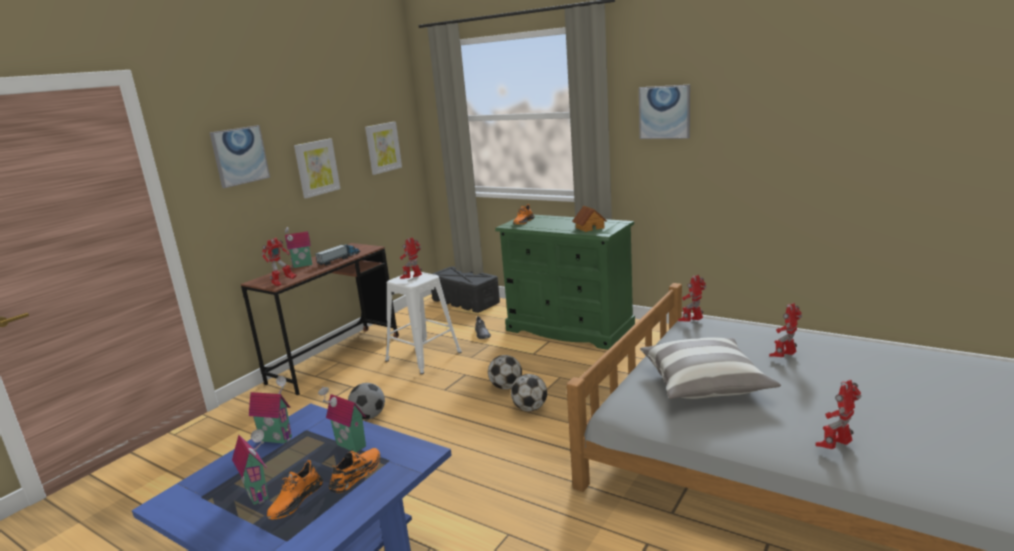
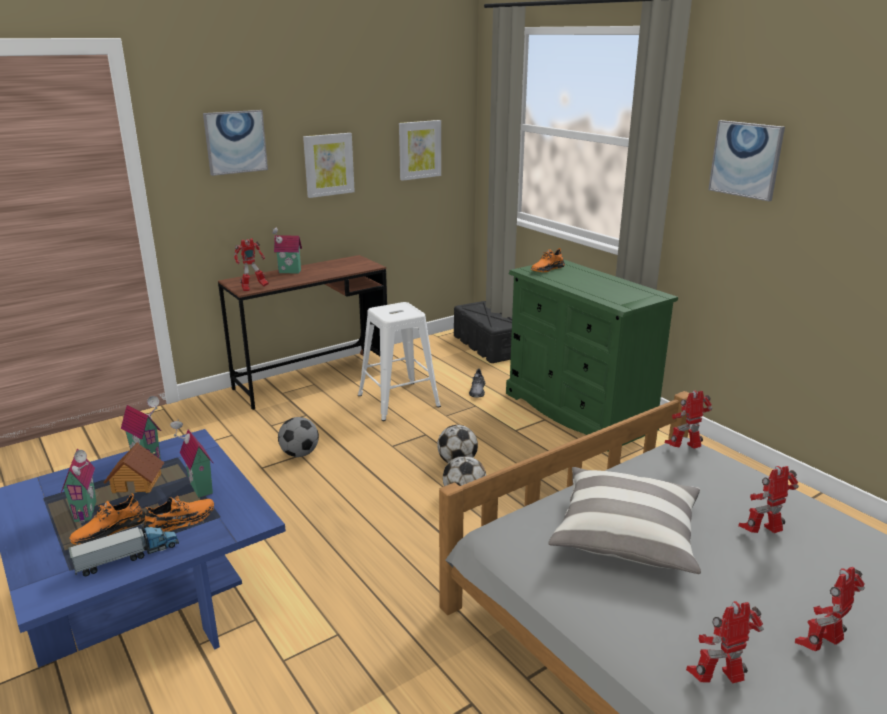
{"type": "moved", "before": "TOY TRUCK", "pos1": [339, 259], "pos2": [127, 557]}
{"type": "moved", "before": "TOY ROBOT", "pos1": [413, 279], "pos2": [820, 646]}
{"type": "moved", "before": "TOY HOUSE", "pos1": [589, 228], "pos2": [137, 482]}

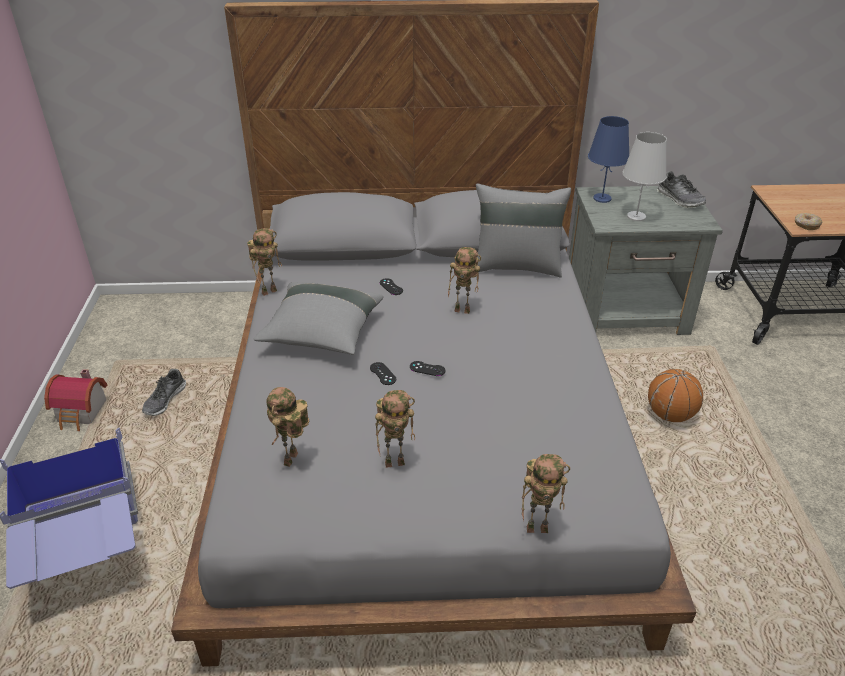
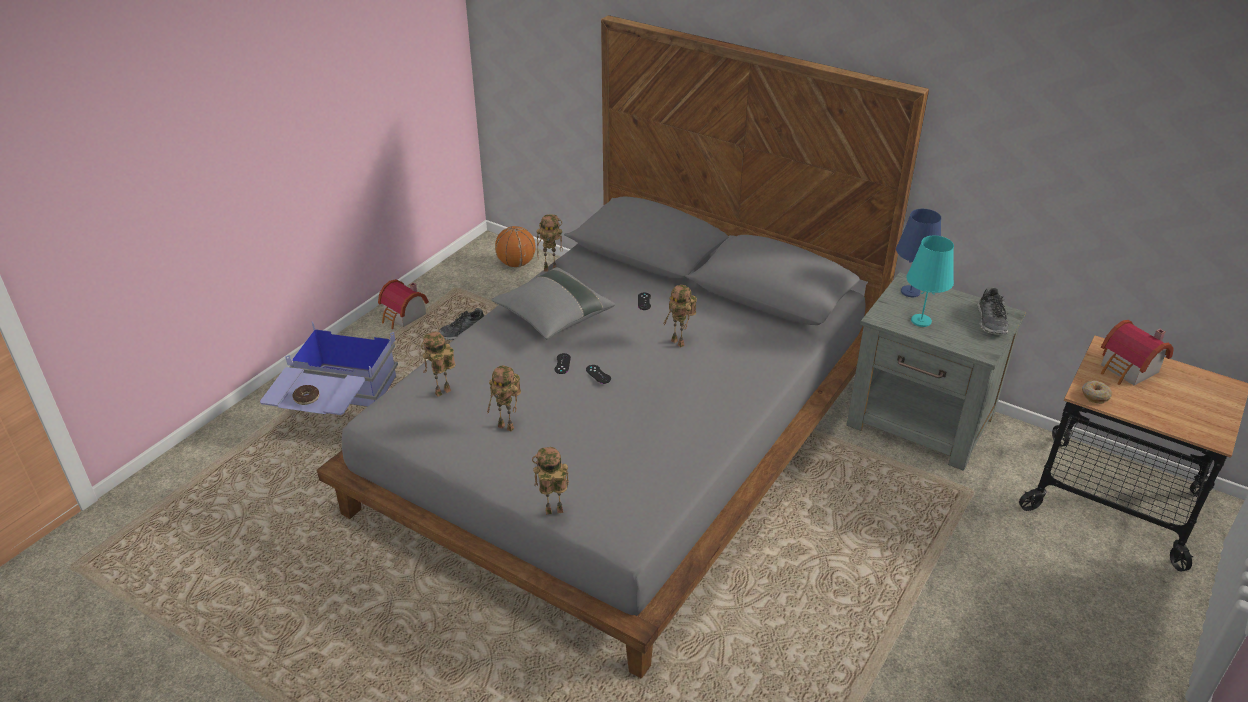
{"type": "removed", "before": "GREY PILLOW", "pos1": [516, 266]}
{"type": "turned", "before": "TOY ROBOT", "pos1": [538, 527], "pos2": [553, 513], "turn": 135}
{"type": "recoloured", "before": "WHITE TABLE LAMP", "after": "TURQUOISE TABLE LAMP", "pos1": [636, 216], "pos2": [921, 320]}
{"type": "moved", "before": "BASKETBALL", "pos1": [670, 415], "pos2": [516, 264]}
{"type": "added", "after": "DONUT", "pos2": [306, 398]}
{"type": "added", "after": "TOY HOUSE", "pos2": [1128, 370]}

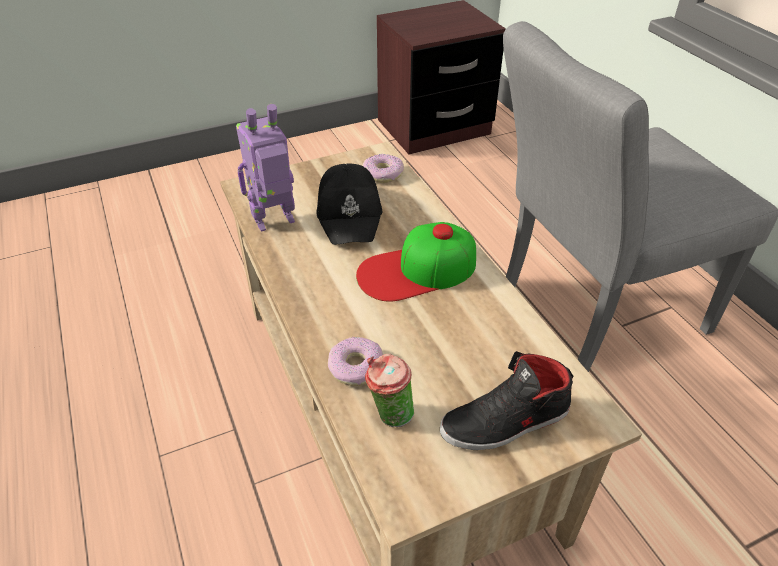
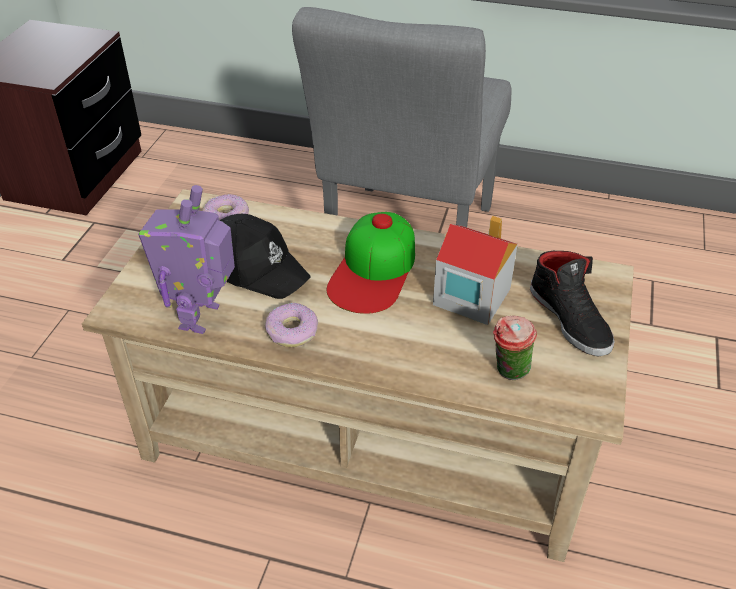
{"type": "moved", "before": "DONUT", "pos1": [355, 367], "pos2": [292, 331]}
{"type": "turned", "before": "BLACK SHOE", "pos1": [505, 422], "pos2": [570, 318], "turn": -45}
{"type": "added", "after": "TOY HOUSE", "pos2": [470, 296]}

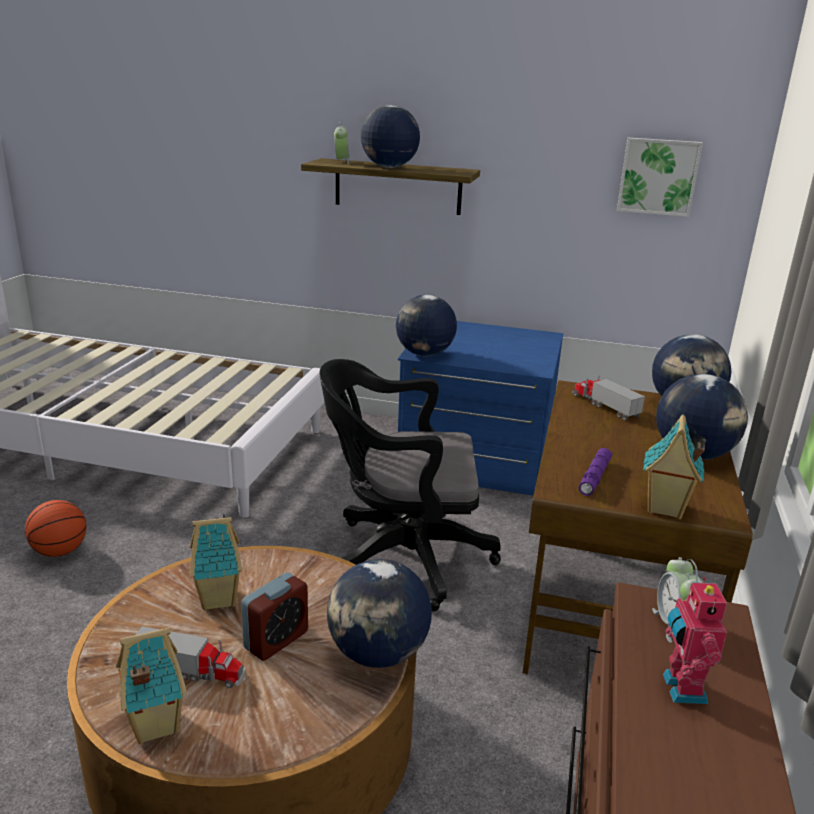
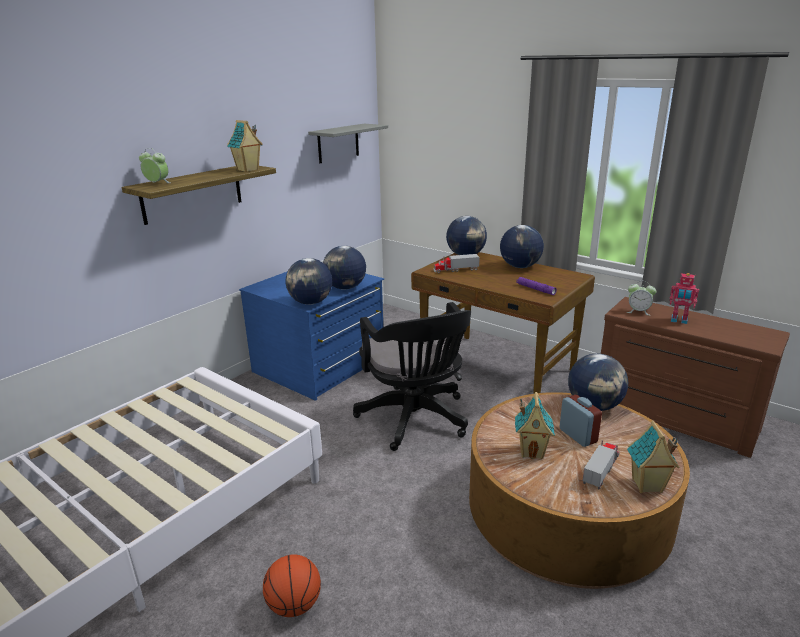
{"type": "turned", "before": "BLACK OFFICE CHAIR", "pos1": [401, 557], "pos2": [415, 420], "turn": -45}
{"type": "moved", "before": "GLOBE", "pos1": [389, 167], "pos2": [345, 288]}
{"type": "replaced", "before": "PICTURE", "after": "GREY SHELF", "pos1": [658, 176], "pos2": [338, 143]}
{"type": "moved", "before": "TOY HOUSE", "pos1": [664, 509], "pos2": [248, 170]}

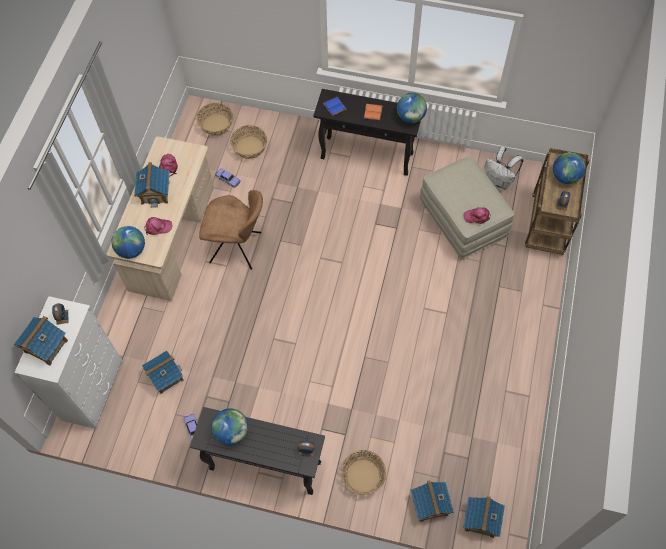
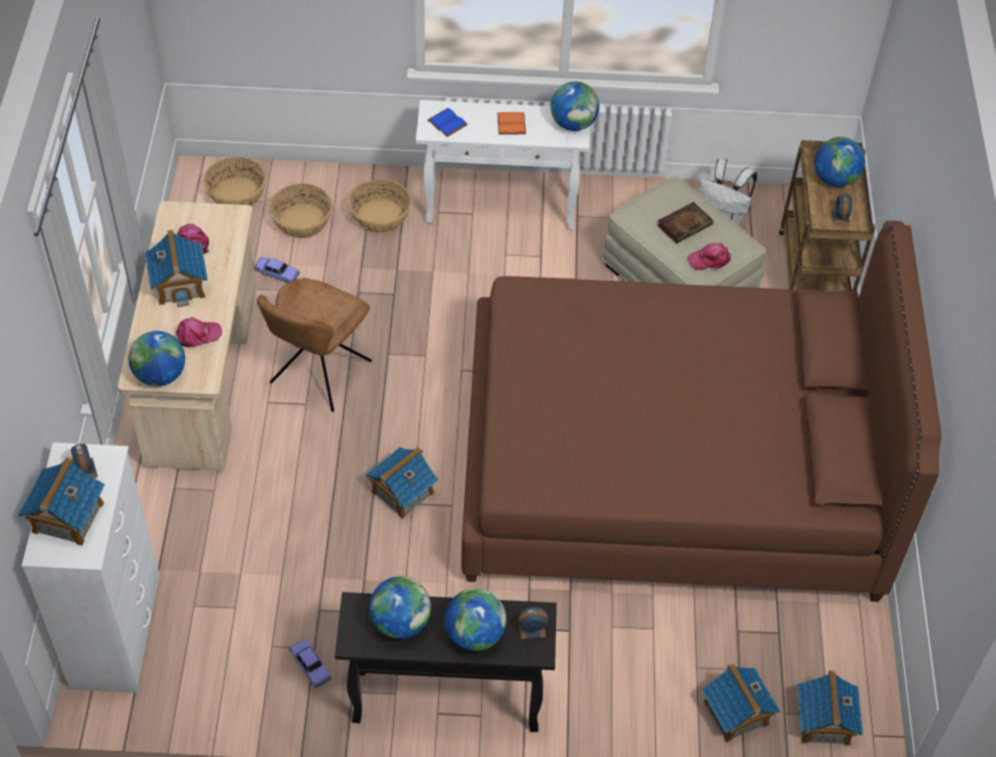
{"type": "moved", "before": "TOY HOUSE", "pos1": [165, 376], "pos2": [402, 492]}
{"type": "turned", "before": "BROWN CHAIR", "pos1": [237, 248], "pos2": [318, 374], "turn": 120}
{"type": "recoloured", "before": "BLACK CONSOLE TABLE", "after": "WHITE CONSOLE TABLE", "pos1": [367, 156], "pos2": [501, 209]}
{"type": "moved", "before": "BASKET", "pos1": [363, 476], "pos2": [381, 216]}
{"type": "added", "after": "GLOBE", "pos2": [475, 634]}
{"type": "added", "after": "BROWN BED", "pos2": [670, 469]}
{"type": "added", "after": "BOOK", "pos2": [685, 224]}

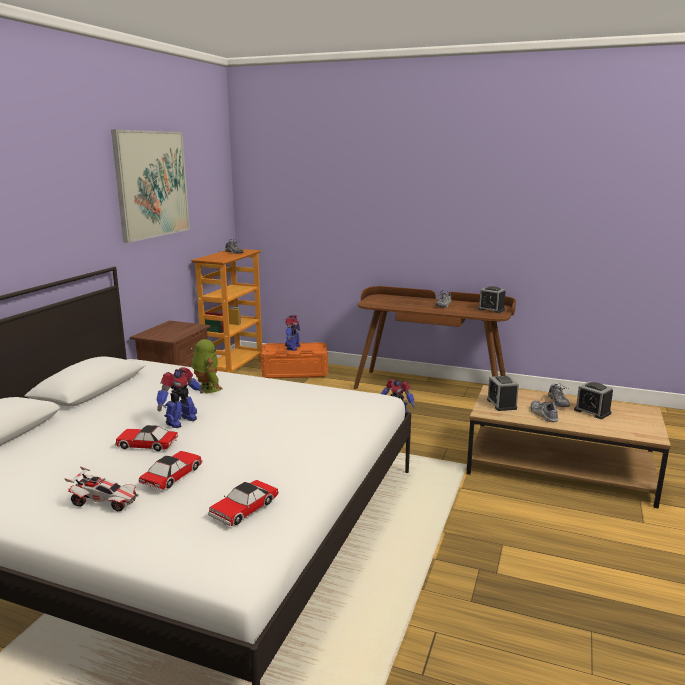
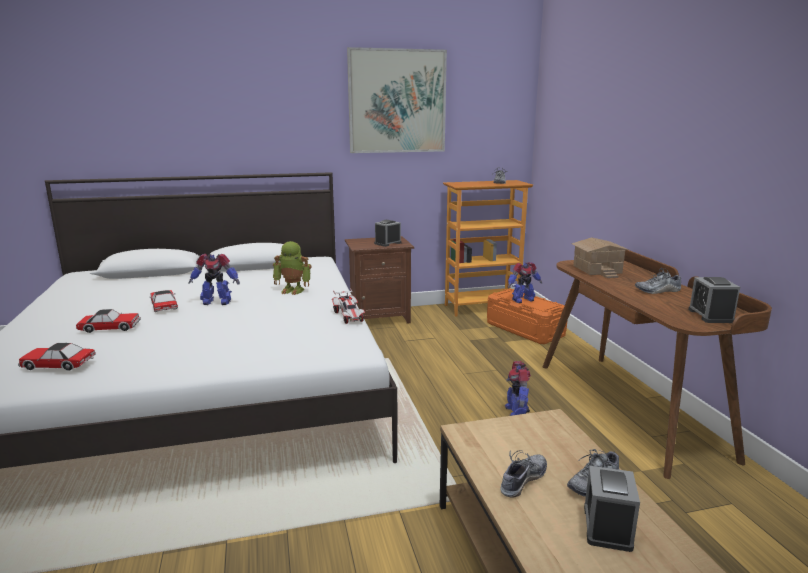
{"type": "moved", "before": "TOY CAR", "pos1": [105, 502], "pos2": [349, 316]}
{"type": "turned", "before": "TOY ROBOT", "pos1": [207, 389], "pos2": [293, 290], "turn": 75}
{"type": "moved", "before": "ALARM CLOCK", "pos1": [501, 404], "pos2": [388, 243]}
{"type": "added", "after": "TOY HOUSE", "pos2": [596, 269]}

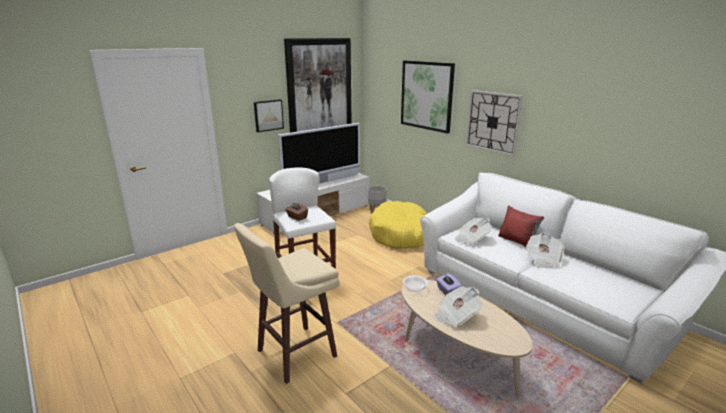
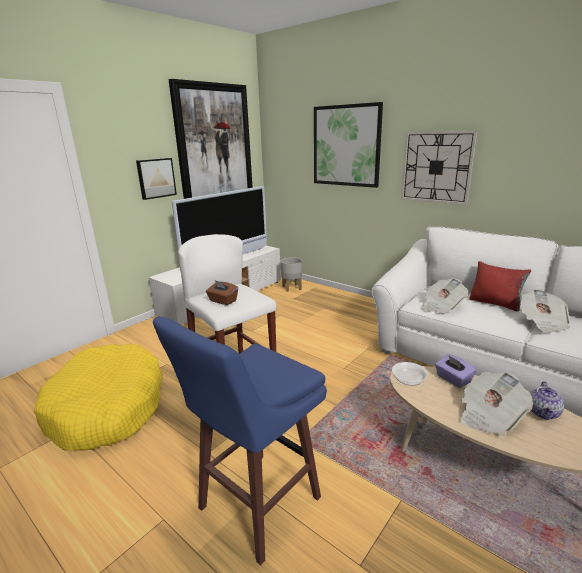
{"type": "recoloured", "before": "BEIGE STOOL", "after": "BLUE STOOL", "pos1": [294, 354], "pos2": [256, 505]}
{"type": "moved", "before": "YELLOW DOG BED", "pos1": [400, 234], "pos2": [108, 408]}
{"type": "added", "after": "TEAPOT", "pos2": [543, 413]}

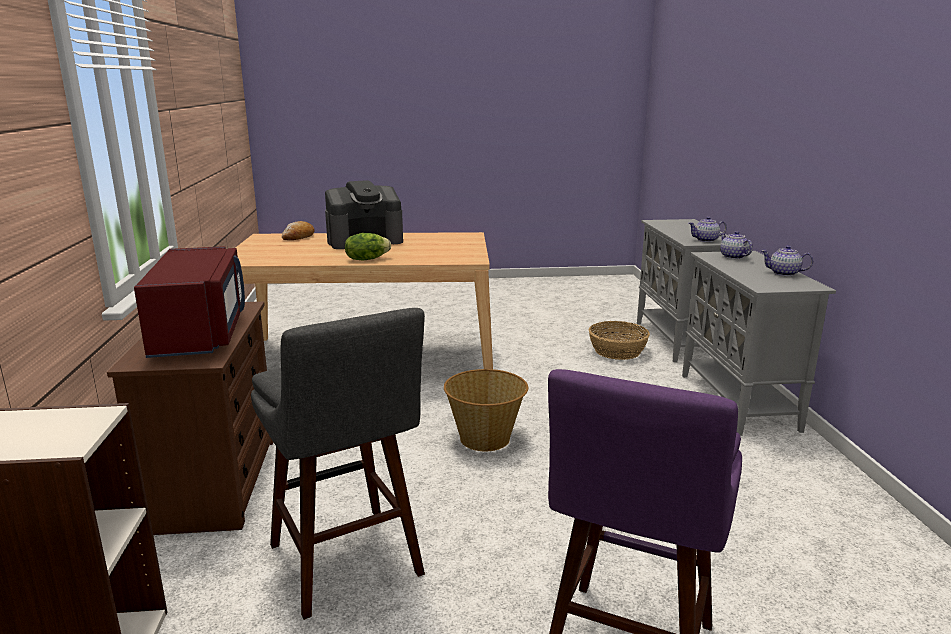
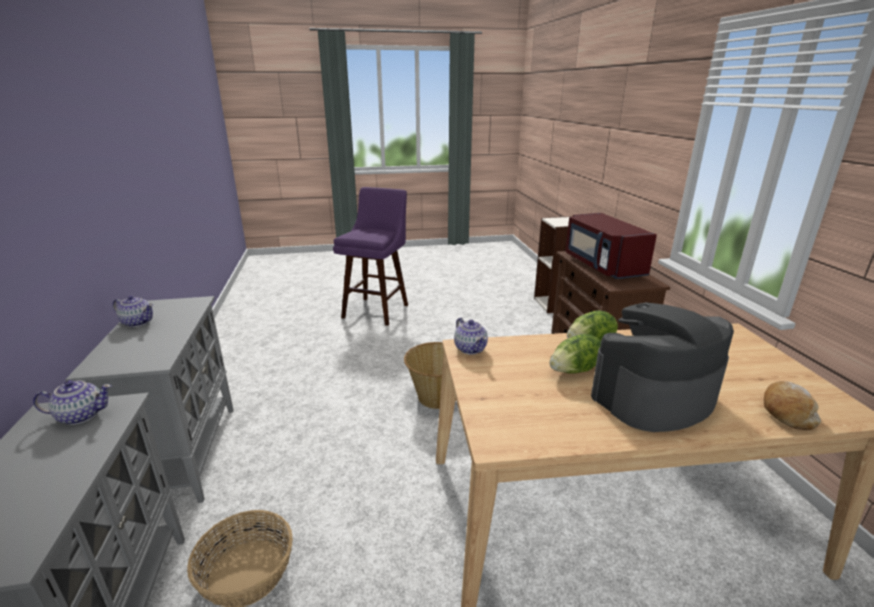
{"type": "removed", "before": "GREY STOOL", "pos1": [348, 564]}
{"type": "moved", "before": "TEAPOT", "pos1": [733, 257], "pos2": [470, 348]}
{"type": "added", "after": "LETTUCE", "pos2": [576, 370]}

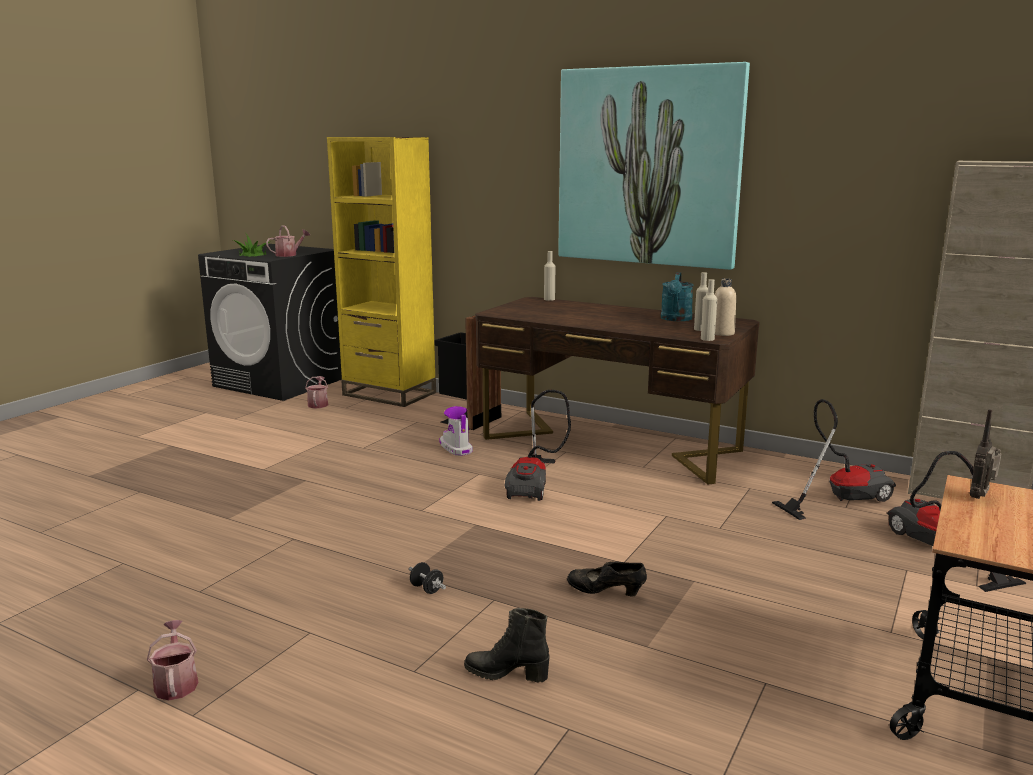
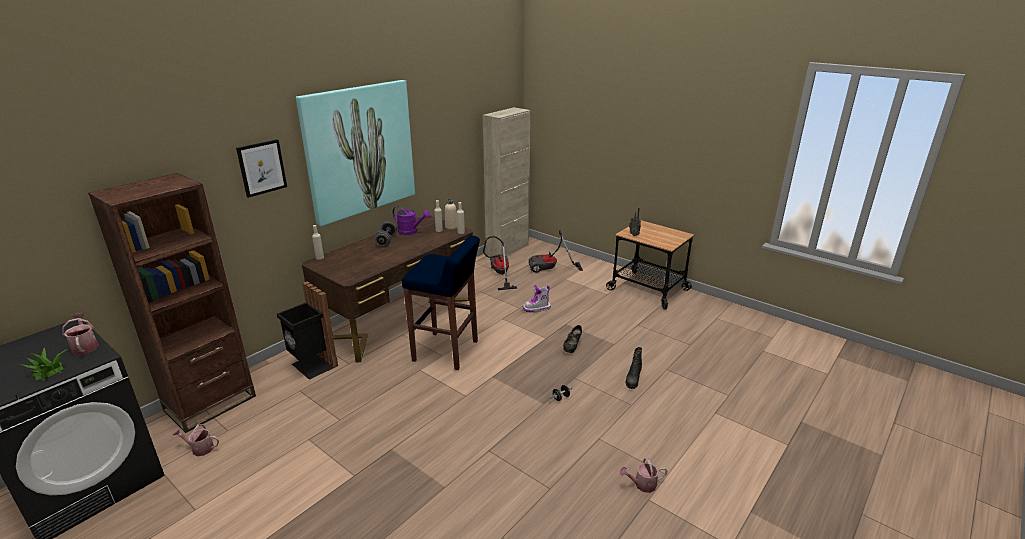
{"type": "recoloured", "before": "YELLOW BOOKCASE", "after": "BROWN BOOKCASE", "pos1": [389, 394], "pos2": [210, 403]}
{"type": "moved", "before": "BOOT", "pos1": [455, 448], "pos2": [537, 308]}
{"type": "replaced", "before": "VACUUM CLEANER", "after": "BLUE STOOL", "pos1": [534, 484], "pos2": [446, 351]}
{"type": "recoloured", "before": "TURQUOISE WATERING CAN", "after": "PURPLE WATERING CAN", "pos1": [676, 319], "pos2": [411, 232]}
{"type": "added", "after": "PICTURE", "pos2": [262, 168]}
{"type": "added", "after": "GREY DUMBBELL", "pos2": [386, 241]}

